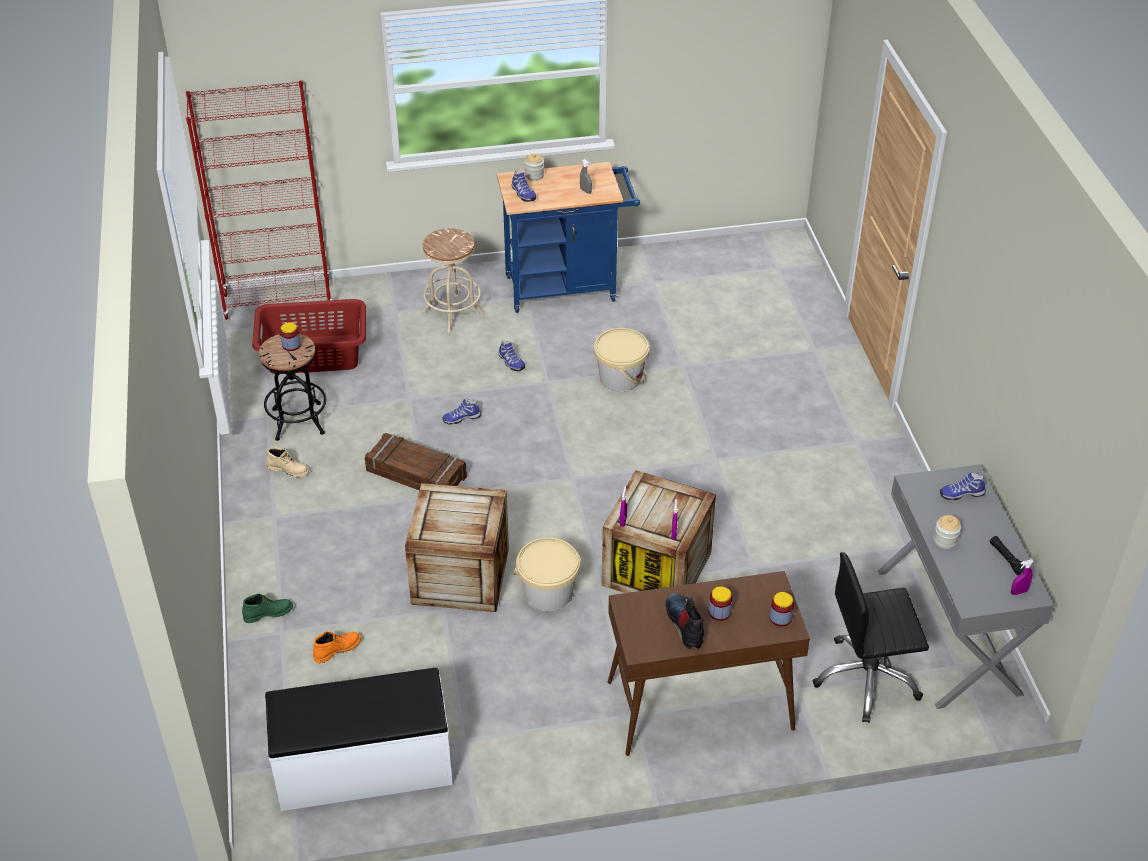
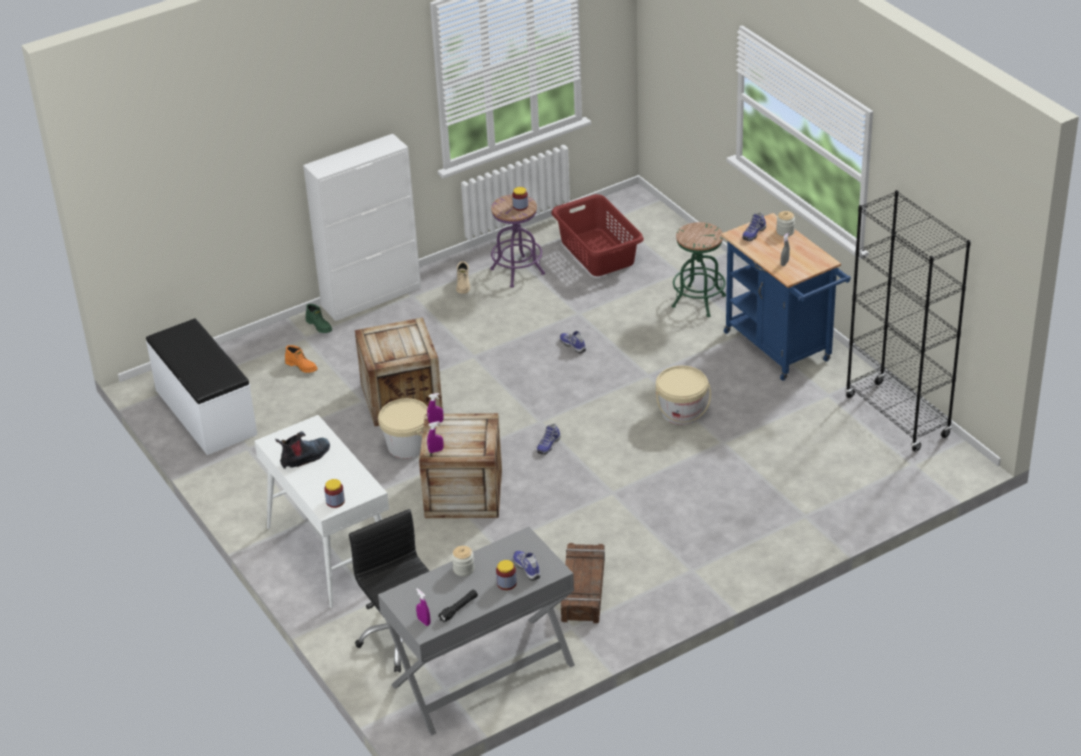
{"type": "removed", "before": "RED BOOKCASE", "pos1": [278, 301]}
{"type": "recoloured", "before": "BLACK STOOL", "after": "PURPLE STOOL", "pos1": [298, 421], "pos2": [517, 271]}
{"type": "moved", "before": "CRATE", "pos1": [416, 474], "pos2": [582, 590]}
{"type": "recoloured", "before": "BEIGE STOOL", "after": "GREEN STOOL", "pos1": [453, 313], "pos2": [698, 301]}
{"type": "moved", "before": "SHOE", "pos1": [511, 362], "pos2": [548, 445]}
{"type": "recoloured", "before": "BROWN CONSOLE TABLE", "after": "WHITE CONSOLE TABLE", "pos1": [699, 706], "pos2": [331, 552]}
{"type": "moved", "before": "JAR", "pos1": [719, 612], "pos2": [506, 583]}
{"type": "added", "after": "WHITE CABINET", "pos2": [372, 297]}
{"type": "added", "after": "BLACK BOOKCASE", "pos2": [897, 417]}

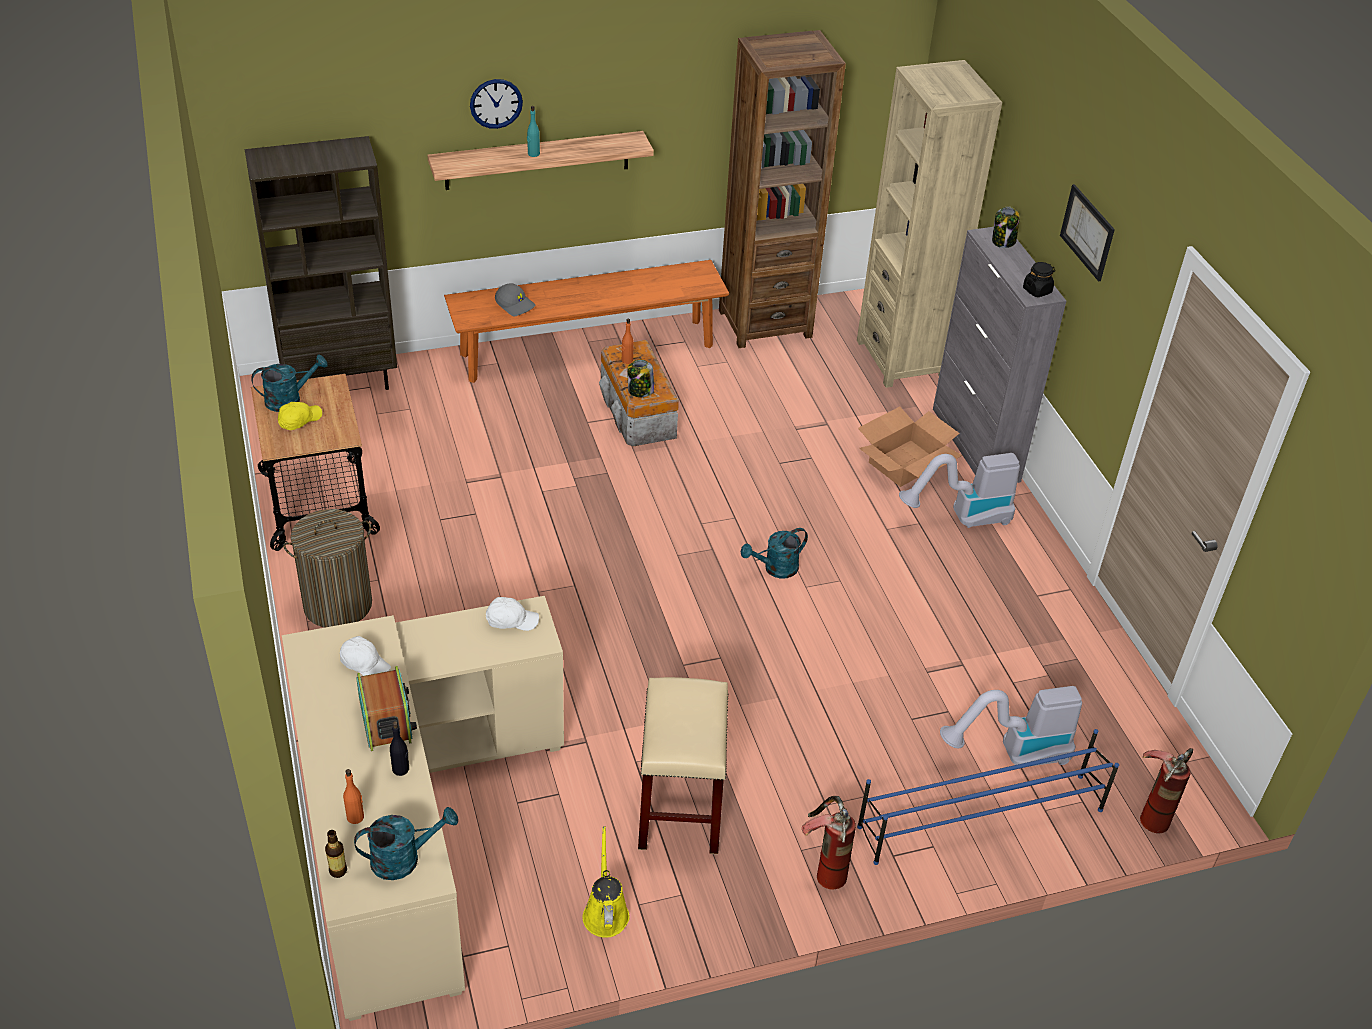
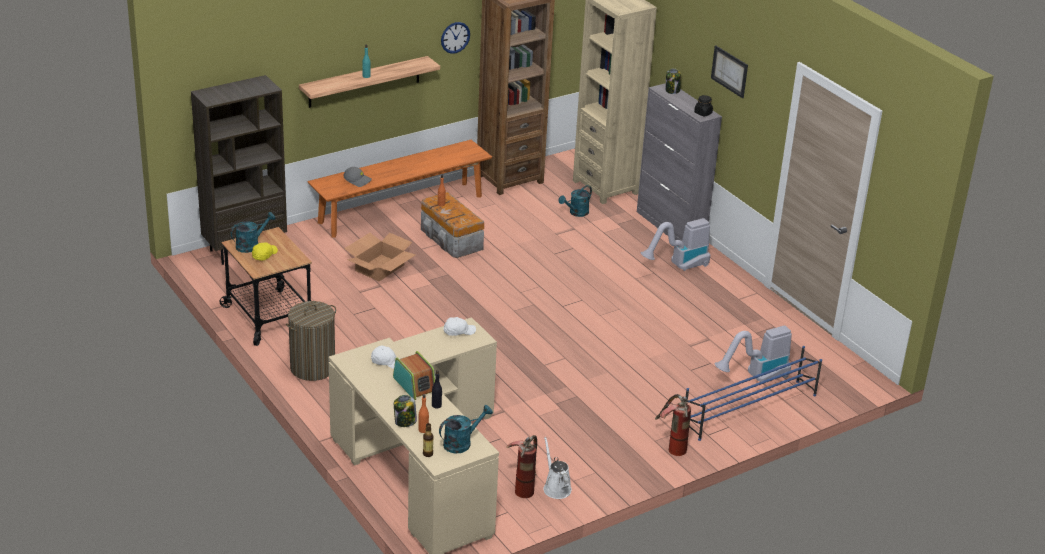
{"type": "moved", "before": "WALL CLOCK", "pos1": [496, 103], "pos2": [455, 37]}
{"type": "recoloured", "before": "YELLOW WATERING CAN", "after": "WHITE WATERING CAN", "pos1": [605, 912], "pos2": [556, 487]}
{"type": "moved", "before": "JAR", "pos1": [640, 391], "pos2": [405, 422]}
{"type": "removed", "before": "BEIGE STOOL", "pos1": [681, 809]}
{"type": "moved", "before": "TURQUOISE WATERING CAN", "pos1": [775, 569], "pos2": [576, 213]}
{"type": "moved", "before": "CARDBOARD BOX", "pos1": [905, 463], "pos2": [380, 268]}
{"type": "moved", "before": "FIRE EXTINGUISHER", "pos1": [1155, 812], "pos2": [524, 487]}

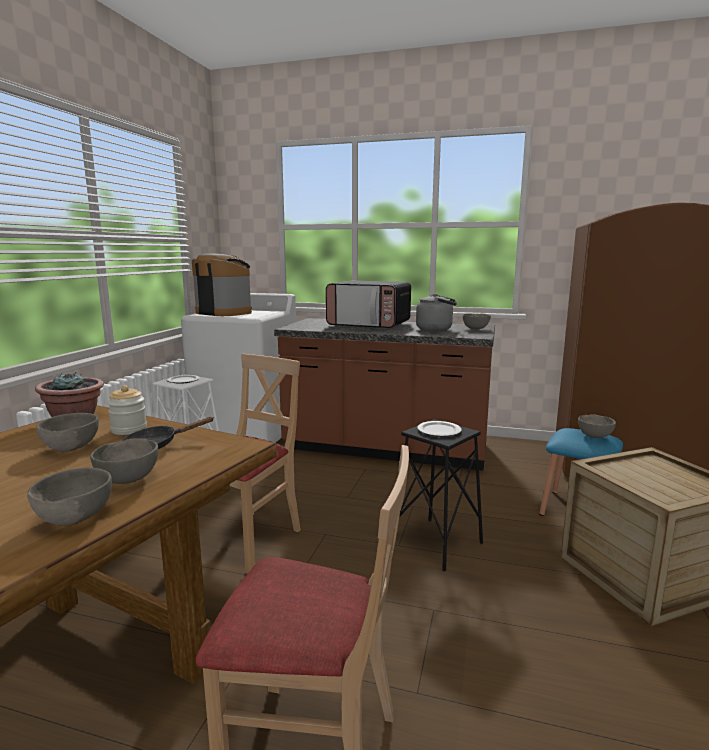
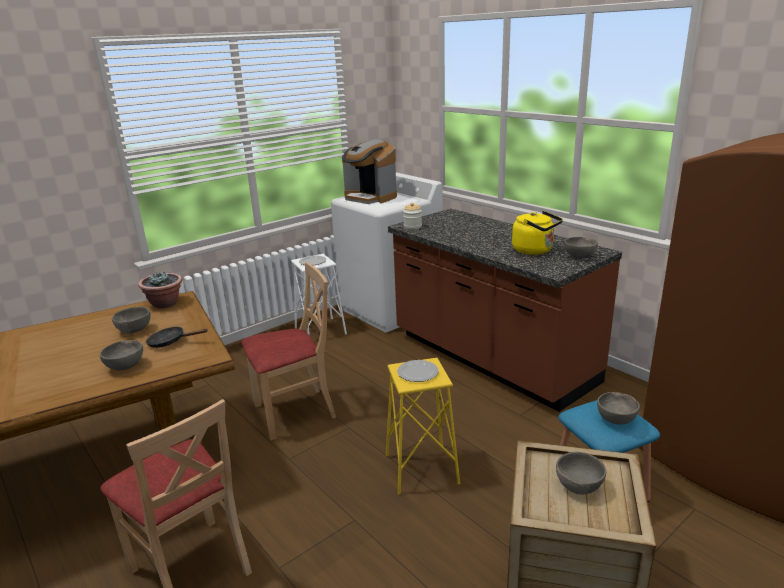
{"type": "moved", "before": "GREY BOWL", "pos1": [74, 518], "pos2": [578, 486]}
{"type": "moved", "before": "JAR", "pos1": [129, 429], "pos2": [412, 227]}
{"type": "turned", "before": "COFFEE MACHINE", "pos1": [224, 313], "pos2": [370, 197], "turn": 150}
{"type": "removed", "before": "MICROWAVE", "pos1": [370, 324]}
{"type": "recoloured", "before": "BLACK STOOL", "after": "YELLOW STOOL", "pos1": [437, 544], "pos2": [421, 469]}
{"type": "recoloured", "before": "GREY KETTLE", "after": "YELLOW KETTLE", "pos1": [436, 329], "pos2": [535, 250]}

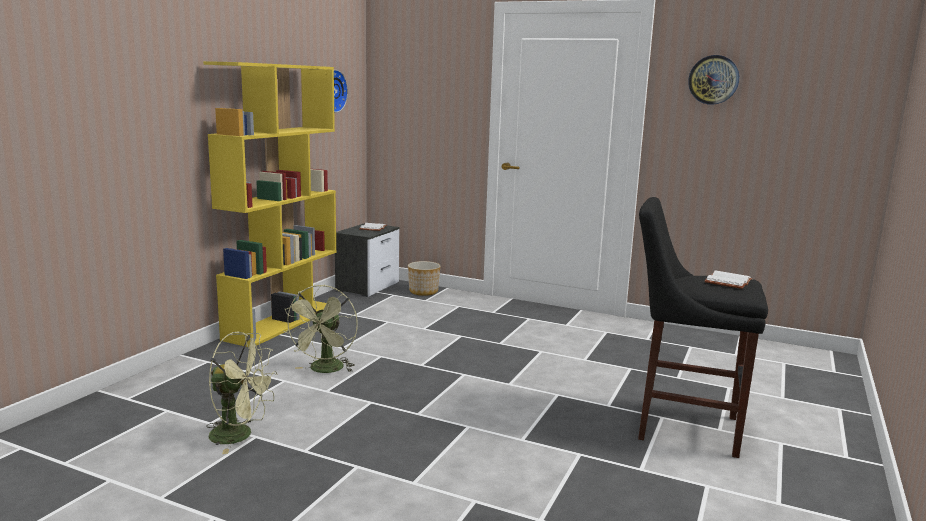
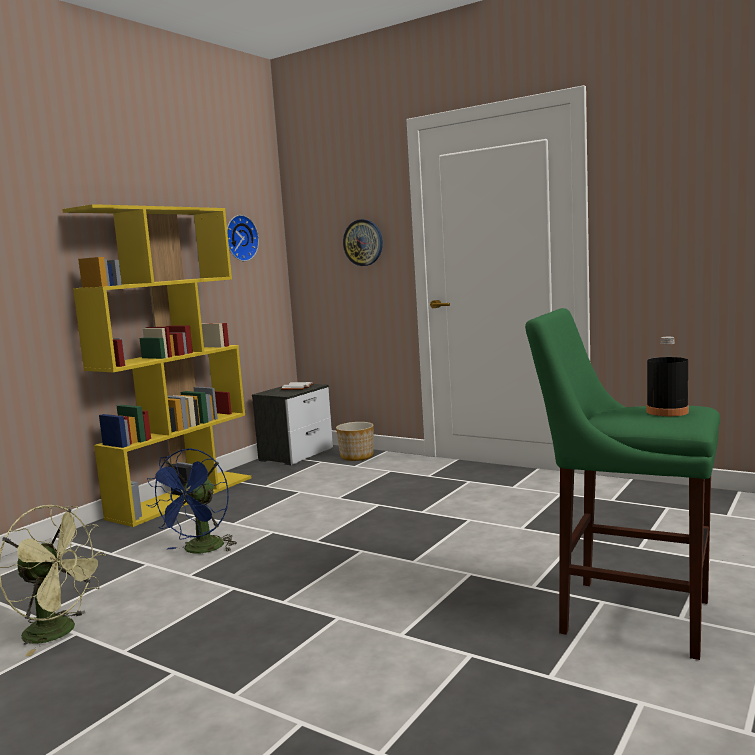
{"type": "recoloured", "before": "GREEN FAN", "after": "BLUE FAN", "pos1": [325, 370], "pos2": [200, 550]}
{"type": "recoloured", "before": "BLACK STOOL", "after": "GREEN STOOL", "pos1": [681, 426], "pos2": [626, 614]}
{"type": "moved", "before": "WALL CLOCK", "pos1": [713, 80], "pos2": [363, 242]}
{"type": "replaced", "before": "WHITE BOOK", "after": "BLACK BOTTLE", "pos1": [729, 282], "pos2": [667, 411]}

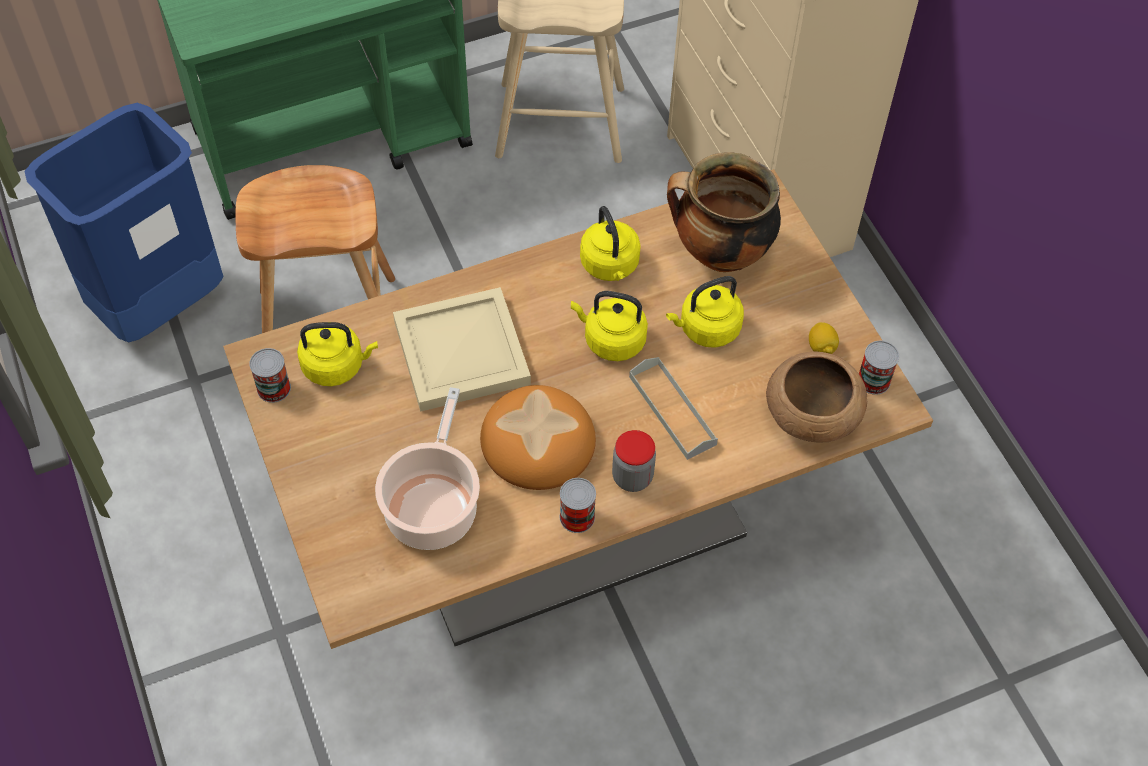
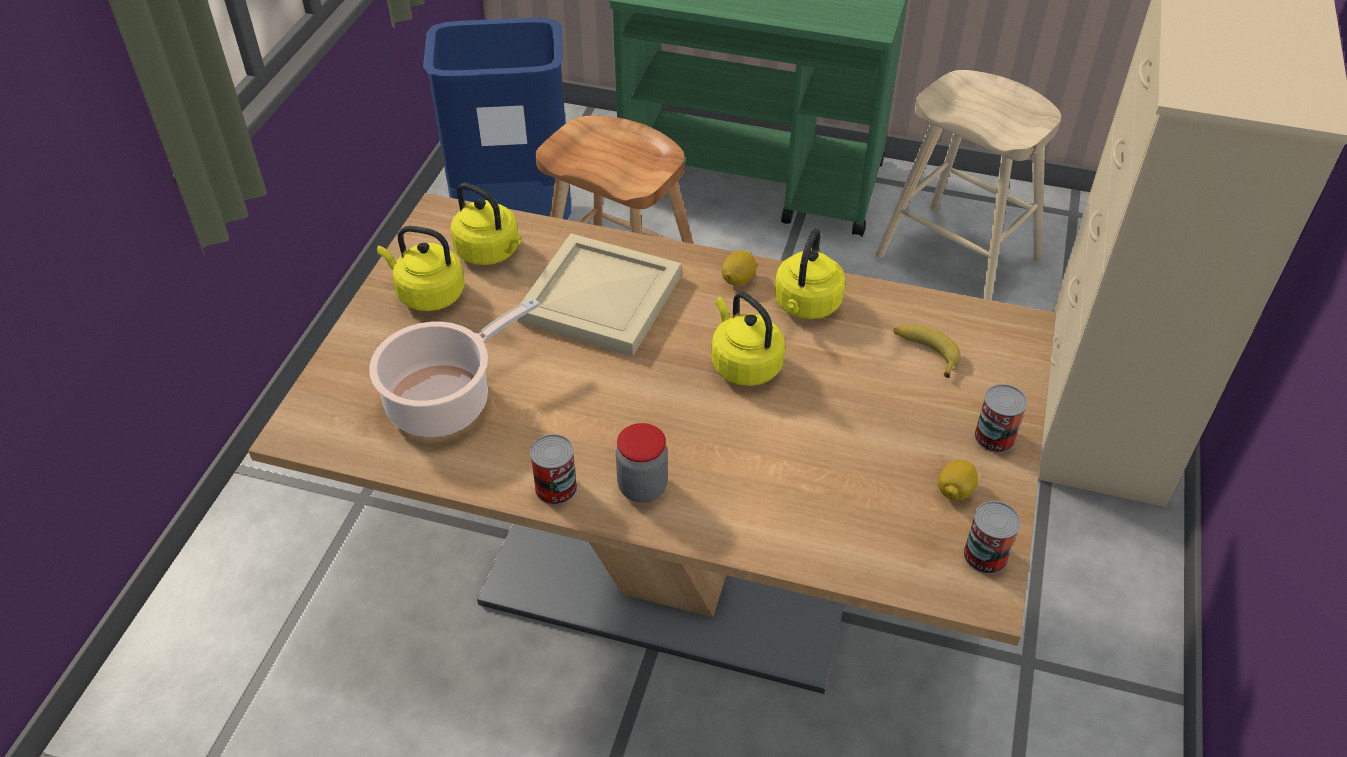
{"type": "moved", "before": "CAN", "pos1": [273, 388], "pos2": [994, 437]}
{"type": "removed", "before": "BREAD", "pos1": [539, 442]}
{"type": "removed", "before": "GREY TRAY", "pos1": [672, 410]}
{"type": "moved", "before": "YELLOW KETTLE", "pos1": [706, 329], "pos2": [428, 294]}
{"type": "replaced", "before": "COOKING POT", "after": "BANANA", "pos1": [719, 254], "pos2": [925, 352]}
{"type": "removed", "before": "BROWN BOWL", "pos1": [811, 416]}
{"type": "added", "after": "LEMON", "pos2": [738, 279]}

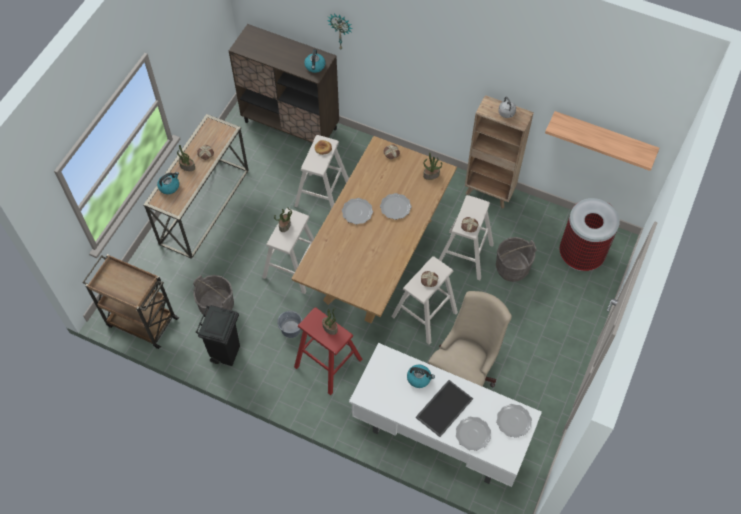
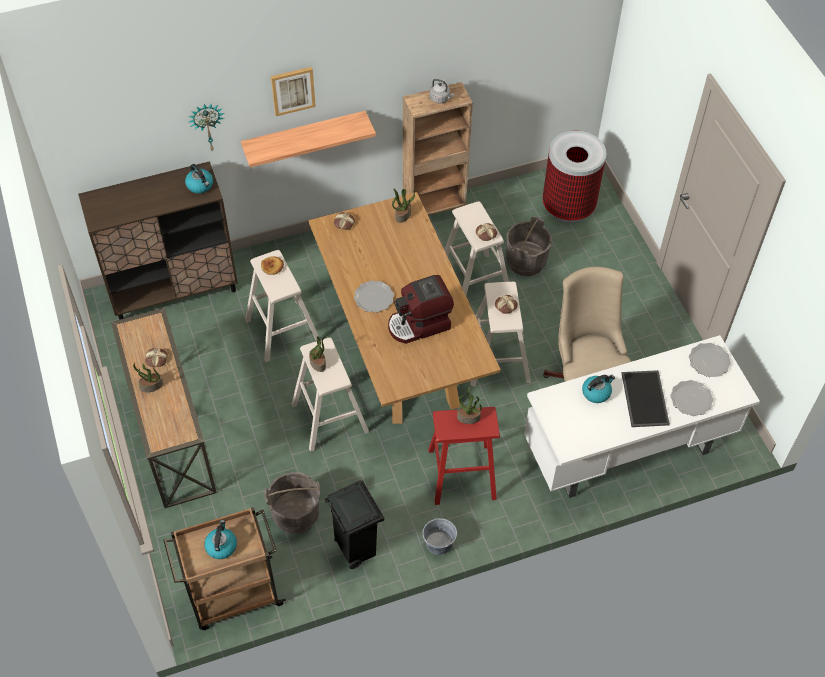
{"type": "moved", "before": "KETTLE", "pos1": [169, 186], "pos2": [221, 546]}
{"type": "moved", "before": "GREY BUCKET", "pos1": [291, 329], "pos2": [439, 543]}
{"type": "removed", "before": "PLATE", "pos1": [395, 207]}
{"type": "moved", "before": "SHELF", "pos1": [603, 136], "pos2": [304, 136]}
{"type": "added", "after": "PICTURE", "pos2": [293, 90]}
{"type": "added", "after": "COFFEE MACHINE", "pos2": [419, 325]}

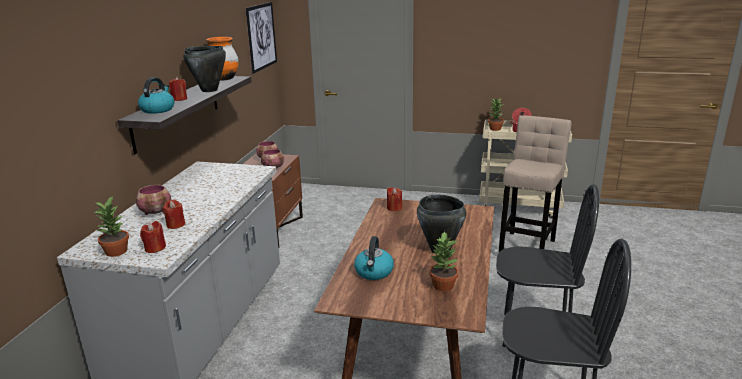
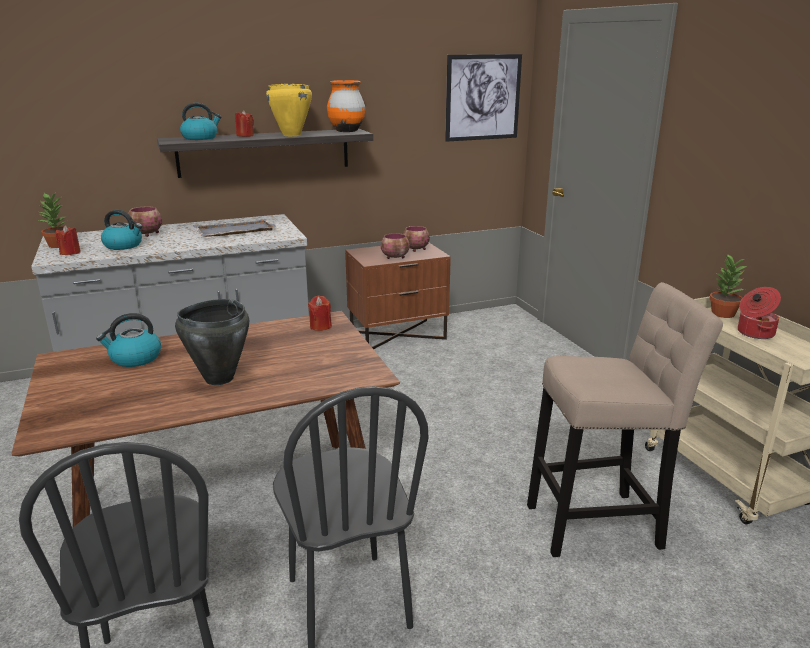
{"type": "replaced", "before": "RED CANDLE", "after": "KETTLE", "pos1": [175, 225], "pos2": [124, 245]}
{"type": "recoloured", "before": "BLACK COOKING POT", "after": "YELLOW COOKING POT", "pos1": [209, 90], "pos2": [291, 135]}
{"type": "removed", "before": "POTTED PLANT", "pos1": [443, 286]}
{"type": "added", "after": "GREY TRAY", "pos2": [234, 230]}

